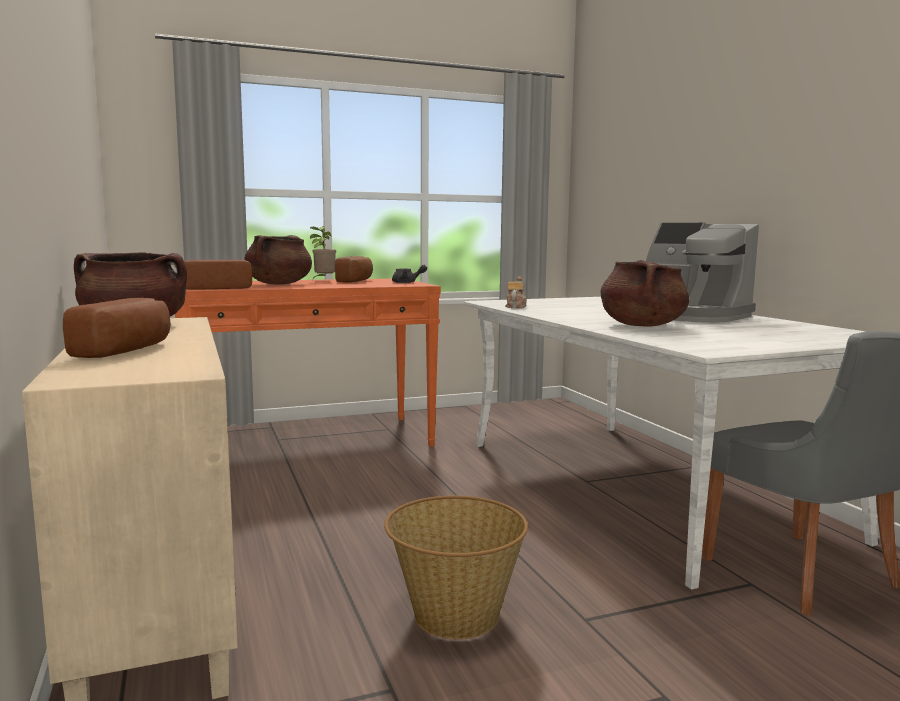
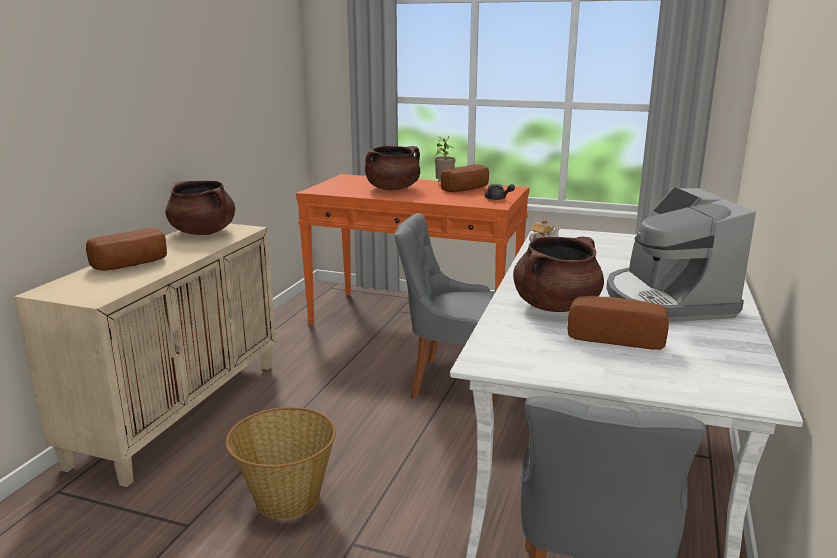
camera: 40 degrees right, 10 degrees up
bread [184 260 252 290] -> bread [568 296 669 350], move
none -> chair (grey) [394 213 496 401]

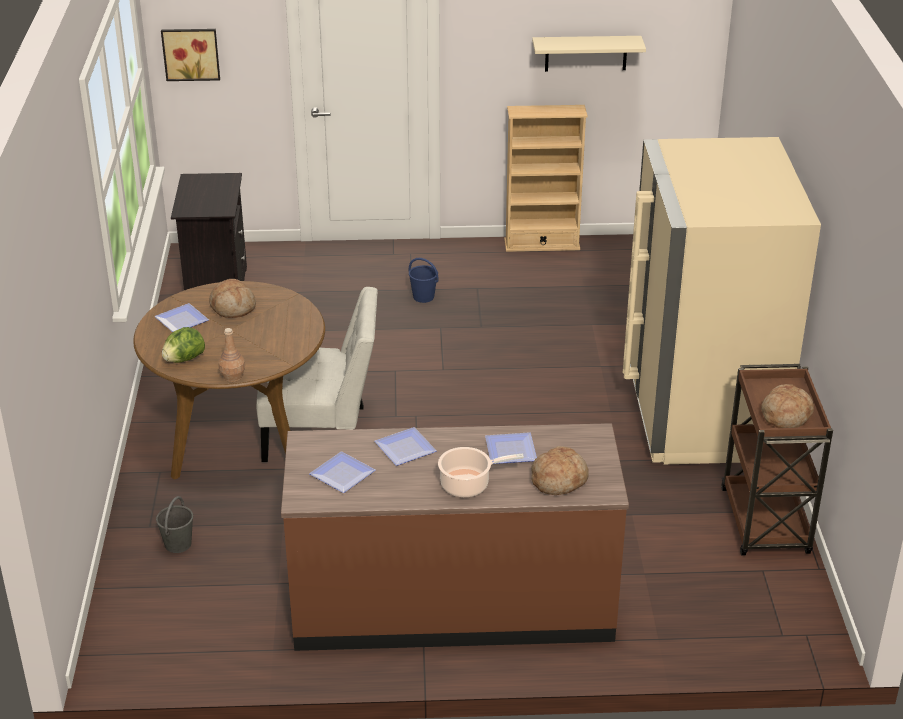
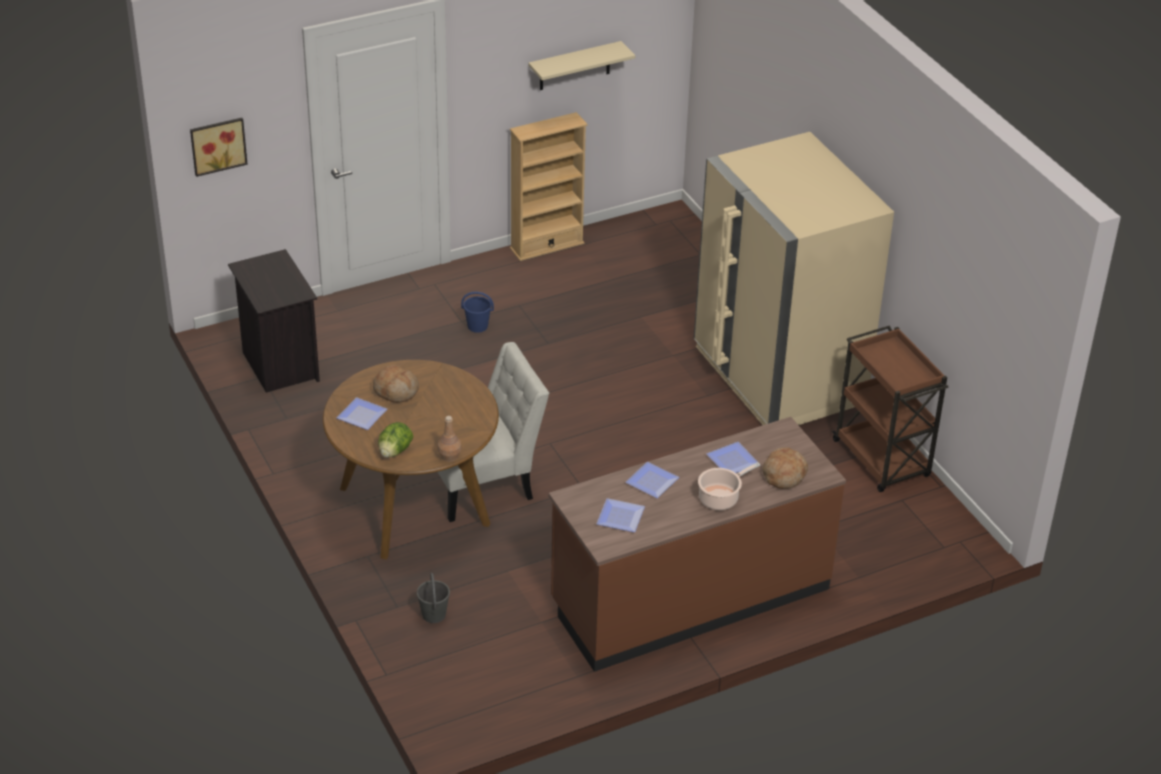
camera: 25 degrees left, 5 degrees up
bread [761 384 814 428] -> none

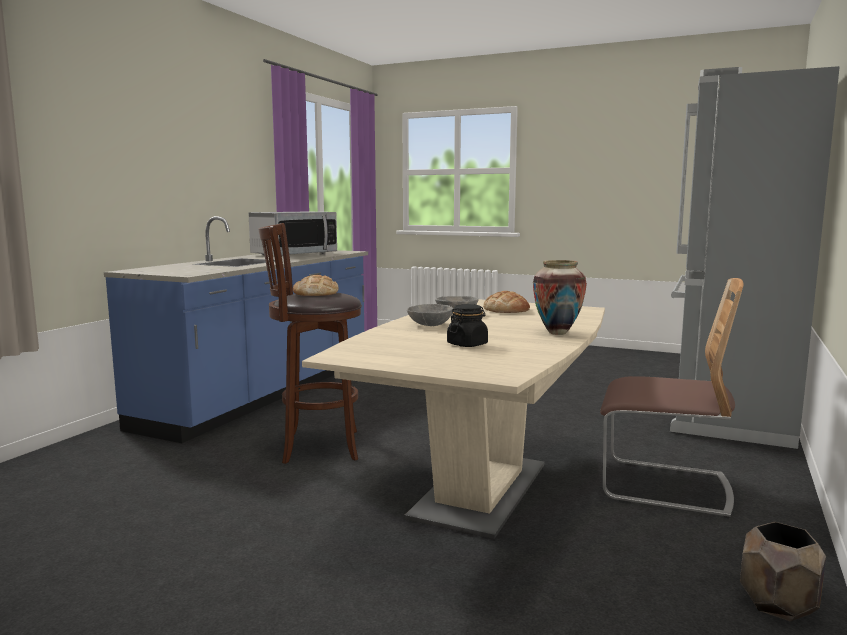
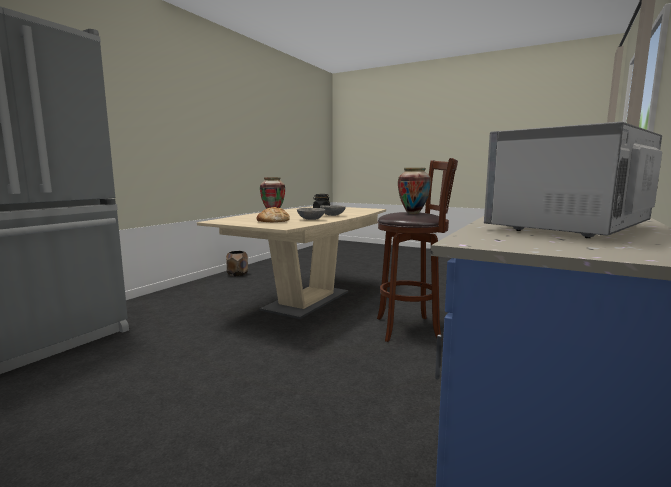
camera: 175 degrees left, 0 degrees up
bread [293 275 339 296] -> vase [398 168 431 214]
chair [600 278 744 518] -> none

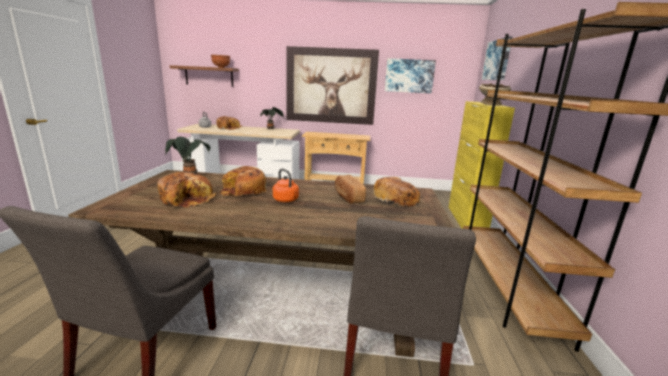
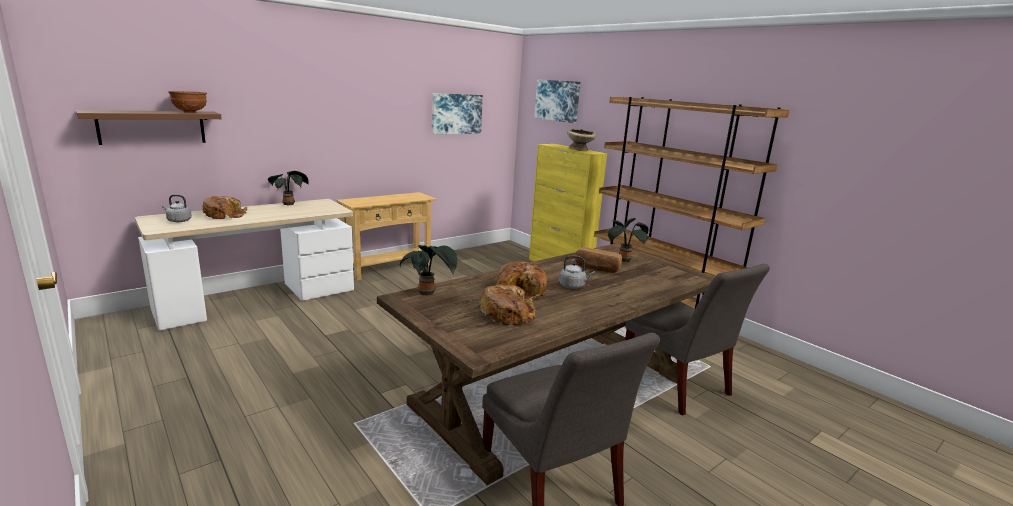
camera: 45 degrees left, 0 degrees up
kettle (orange) [273 168 299 202] -> kettle (grey) [559 255 595 289]
picture [286 46 379 125] -> none
bread [373 177 420 207] -> potted plant [608 218 649 262]

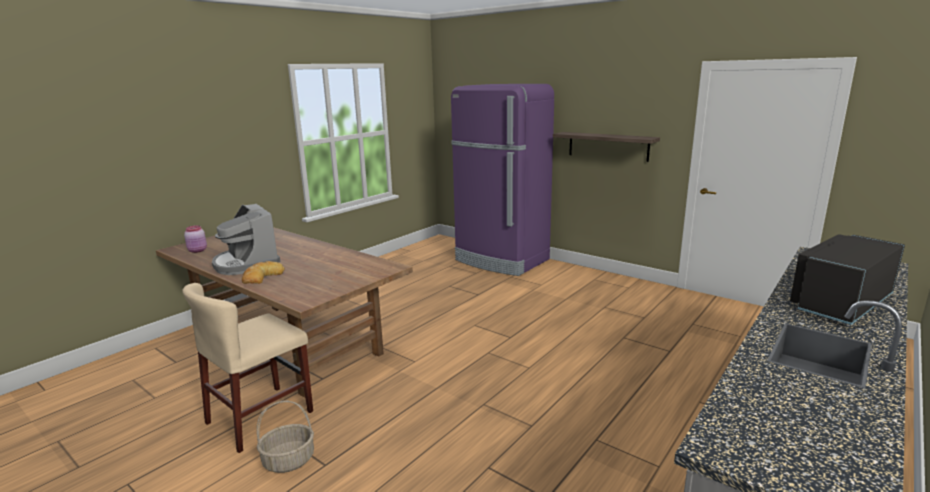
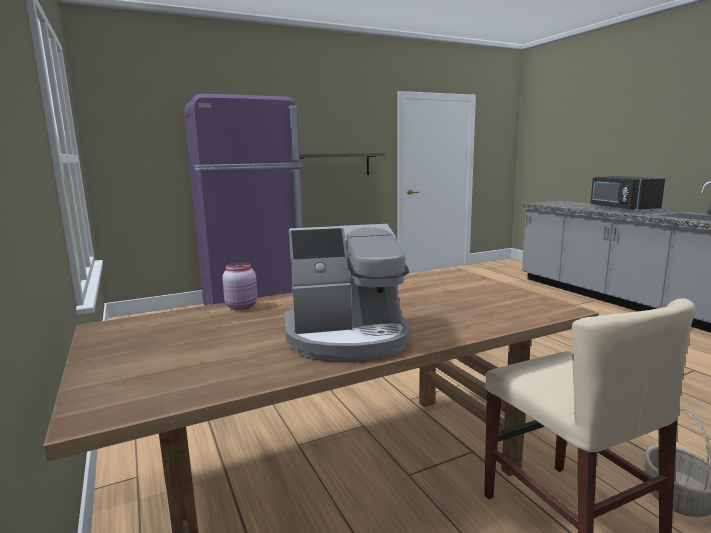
camera: 65 degrees left, 5 degrees down
jar (pink) [184 225 207 253] -> jar (pink) [222 262 257 310], move
bread [242 261 285 284] -> none

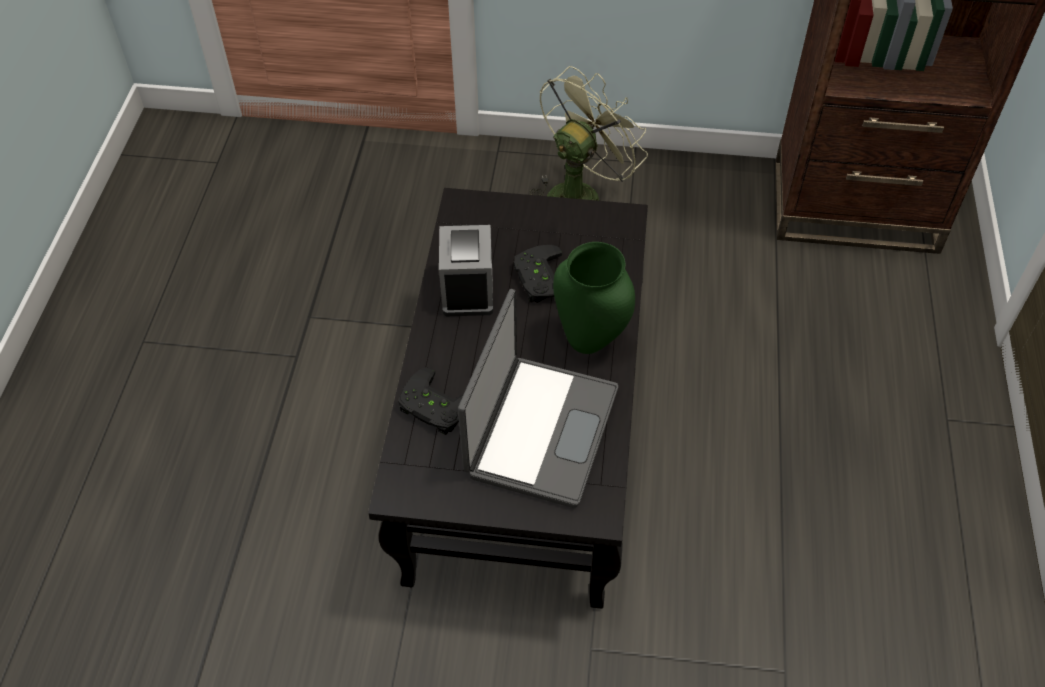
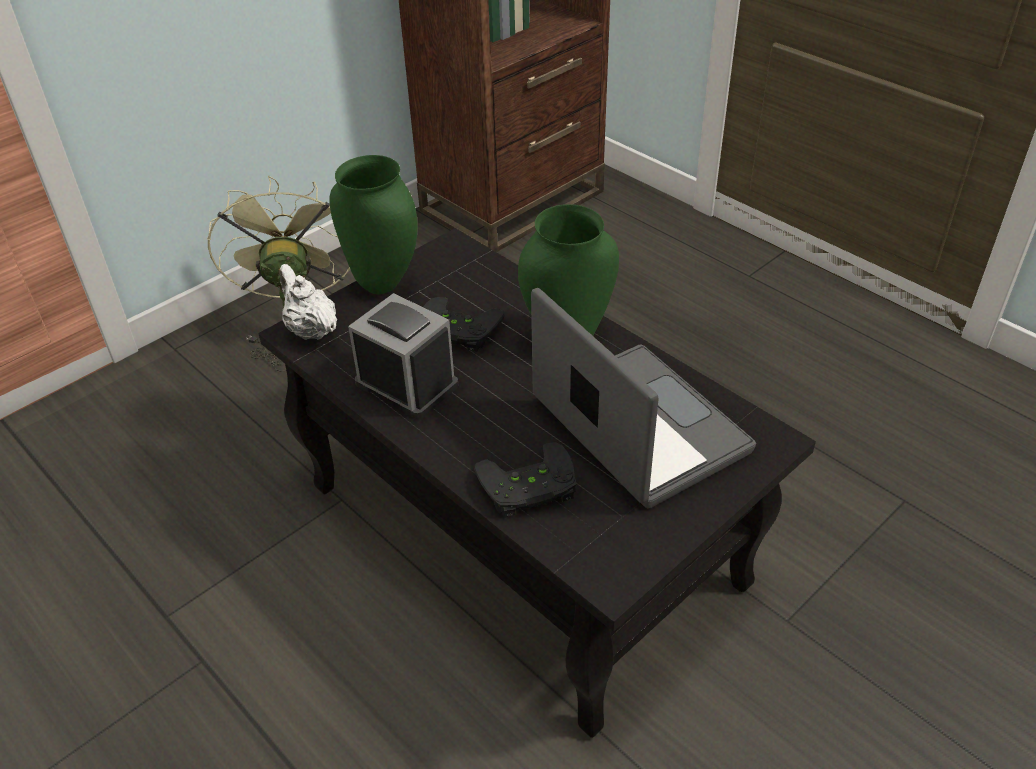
camera: 50 degrees left, 10 degrees down
none -> teapot (white) [279 264 337 340]
none -> vase (green) [329 155 418 294]

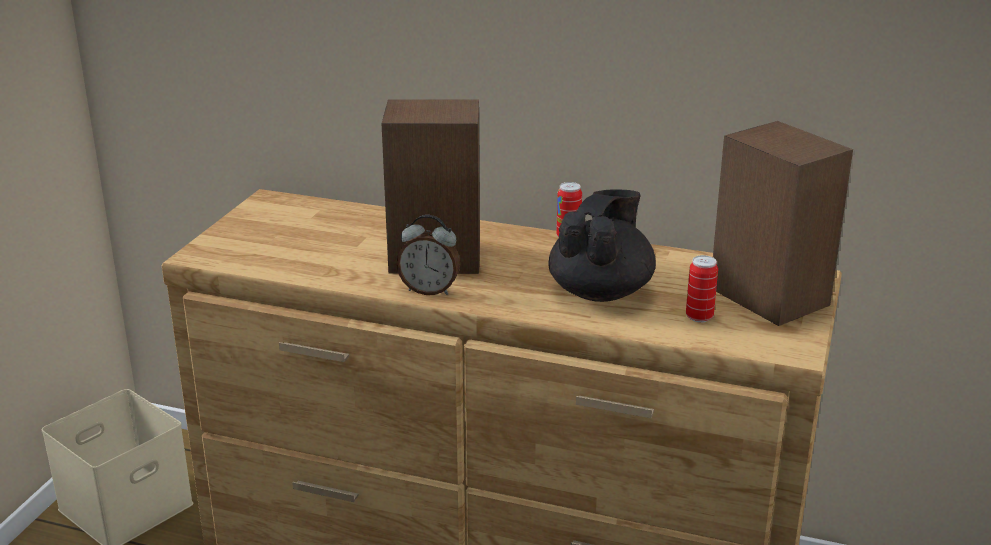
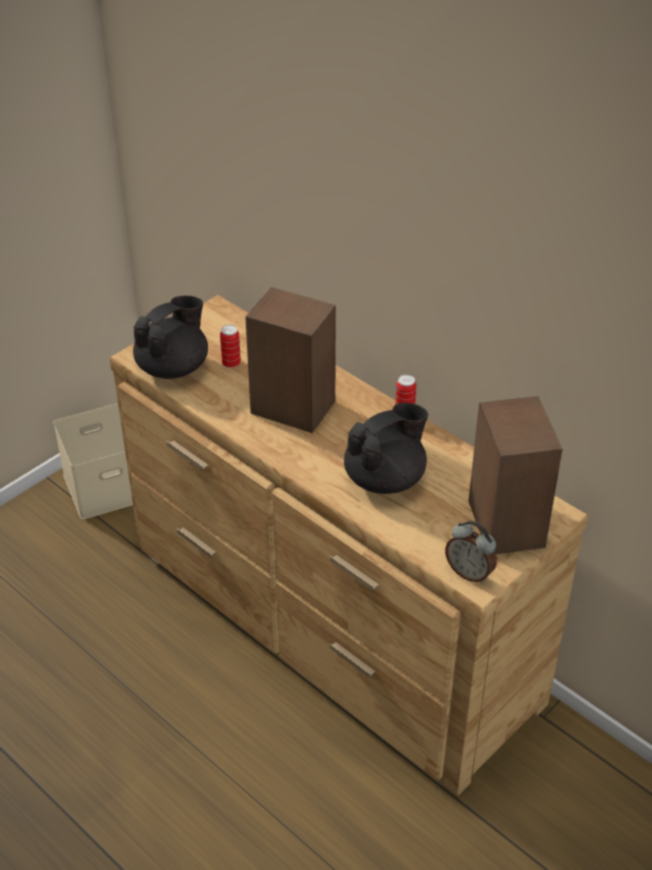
camera: 25 degrees right, 15 degrees up
alarm clock [396 215 460 295] -> alarm clock [445 521 497 583], move
can [686 255 718 322] -> can [220 325 241 368], move
none -> teapot (black) [133 296 208 379]

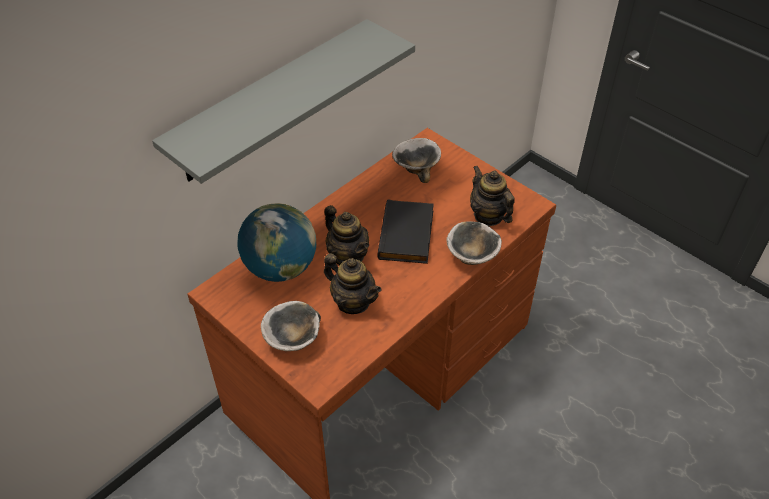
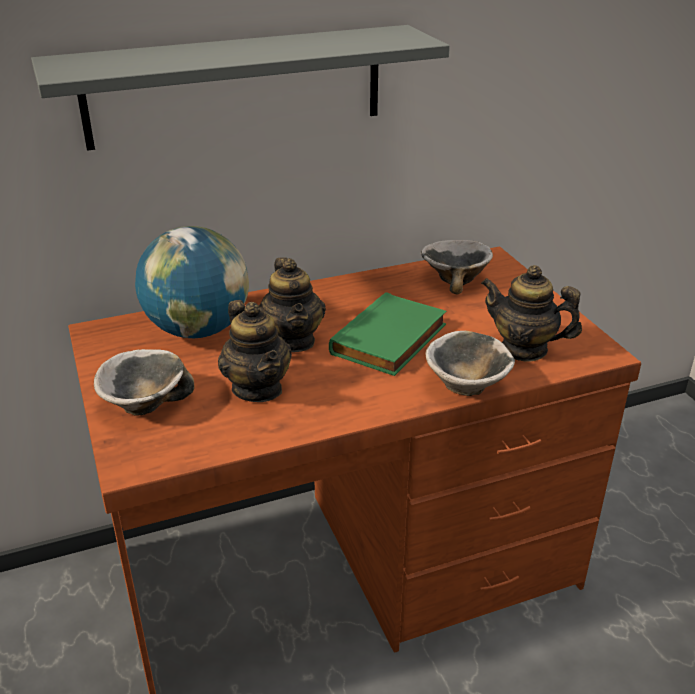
camera: 25 degrees right, 15 degrees down
book (black) [377 199 434 264] -> book (green) [329 292 446 376]
teapot [470 166 515 226] -> teapot [481 265 582 362], 60 degrees counterclockwise

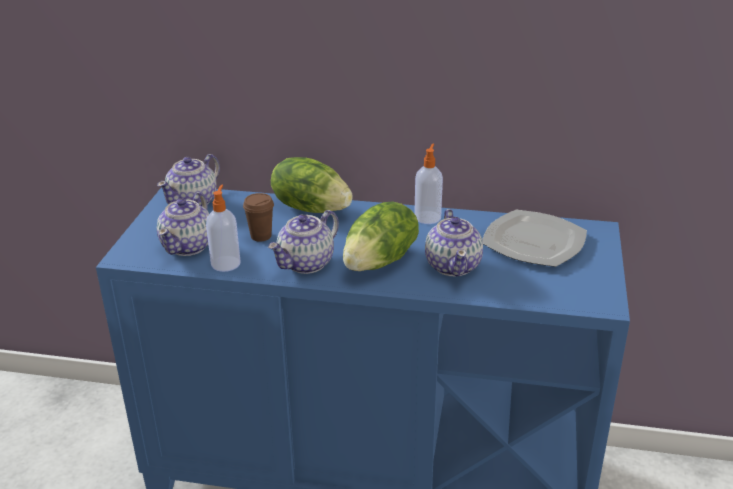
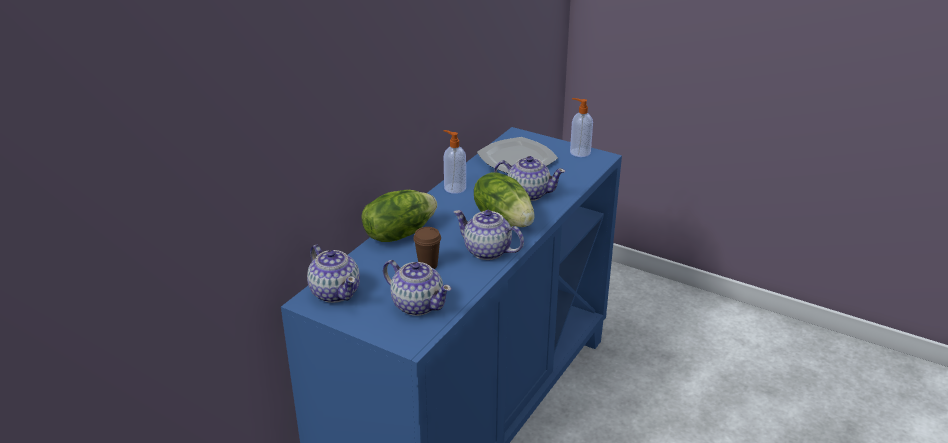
camera: 70 degrees left, 0 degrees up
soap dispenser [206 185 240 272] -> soap dispenser [570 98 593 157], move
teapot [268 210 339 274] -> teapot [454 210 524 260], 150 degrees clockwise

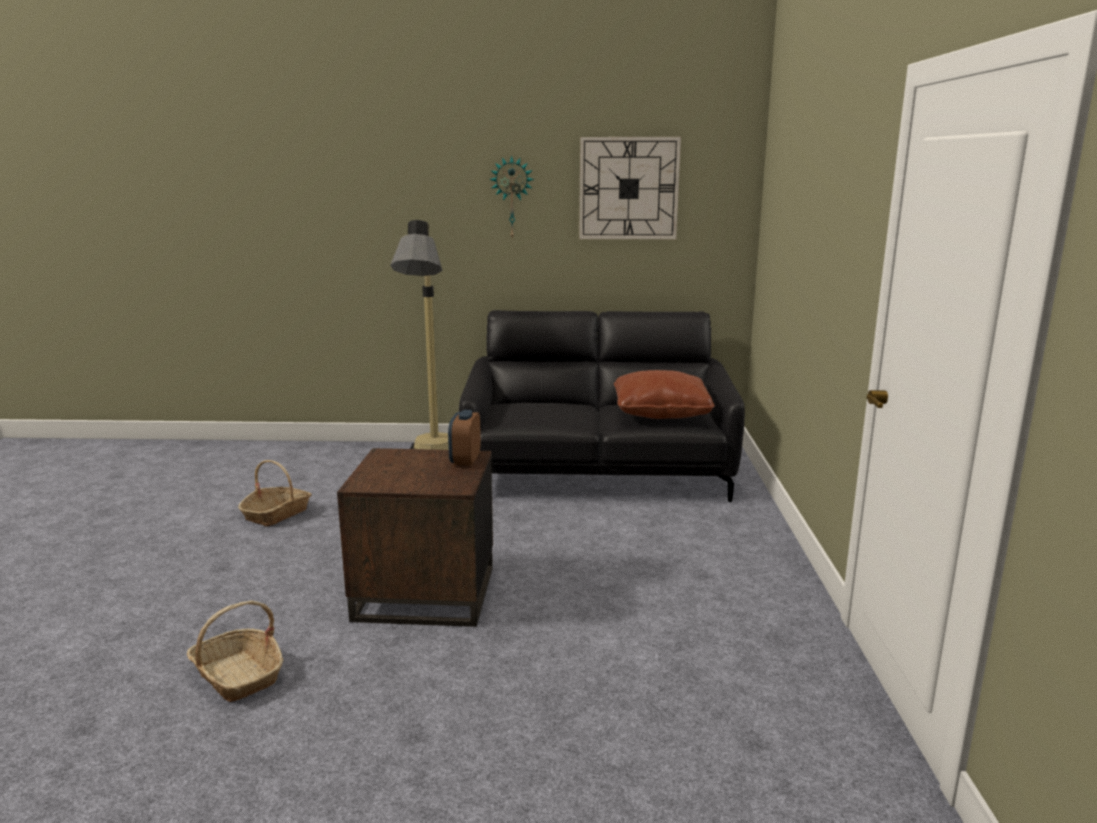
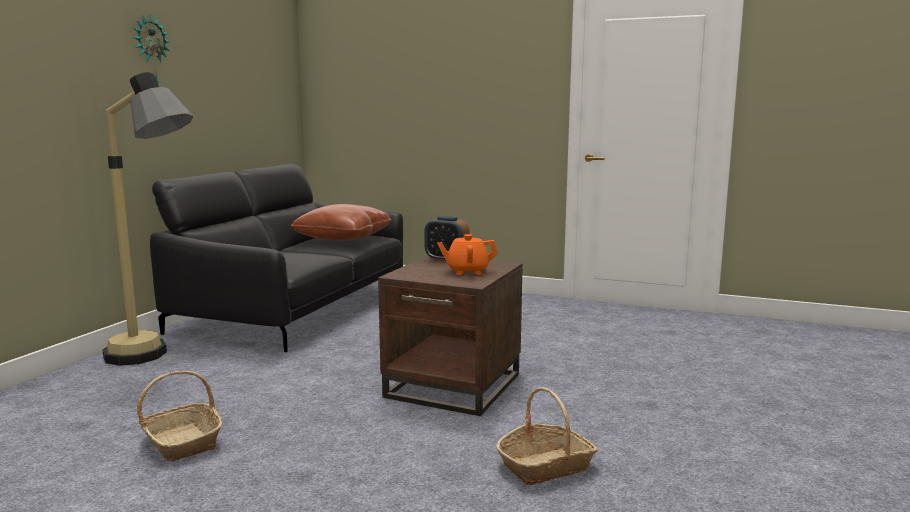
camera: 70 degrees left, 5 degrees down
wall clock [579 137 681 239] -> none
none -> teapot (orange) [437 234 498 275]

